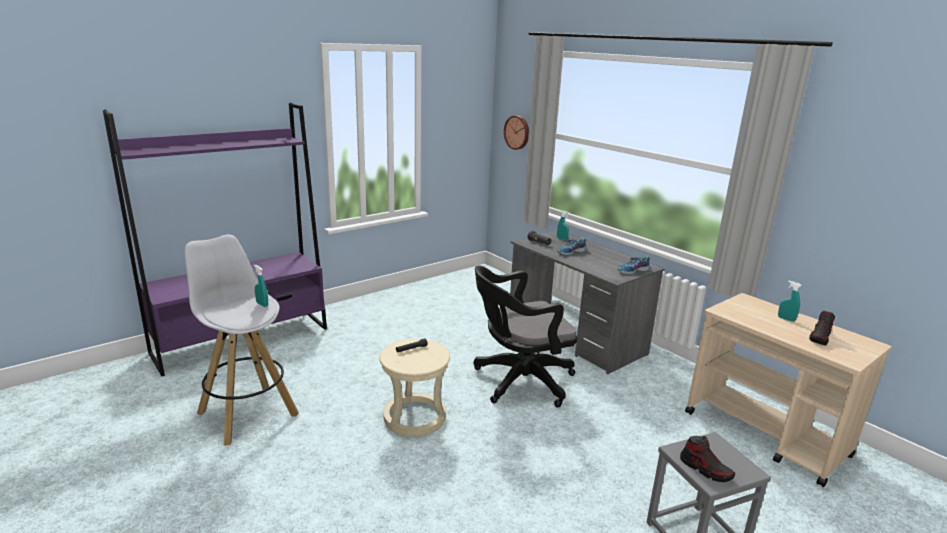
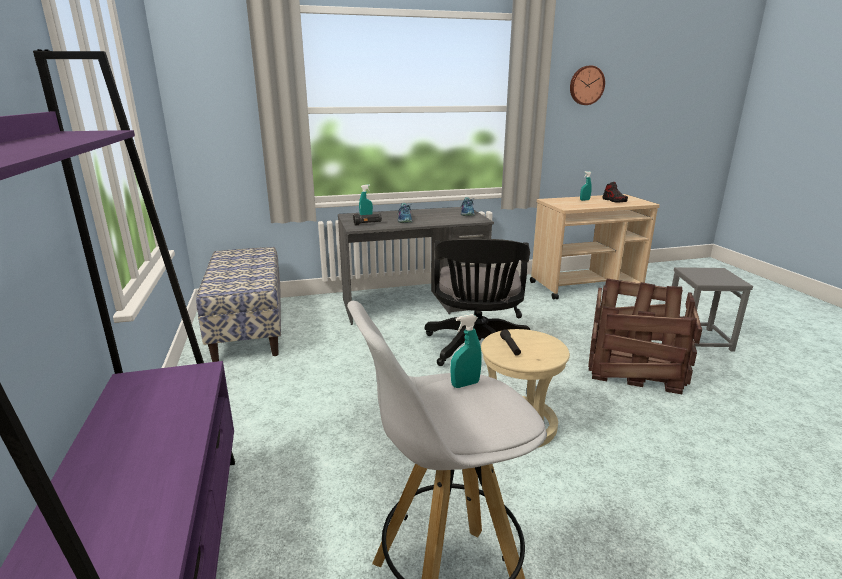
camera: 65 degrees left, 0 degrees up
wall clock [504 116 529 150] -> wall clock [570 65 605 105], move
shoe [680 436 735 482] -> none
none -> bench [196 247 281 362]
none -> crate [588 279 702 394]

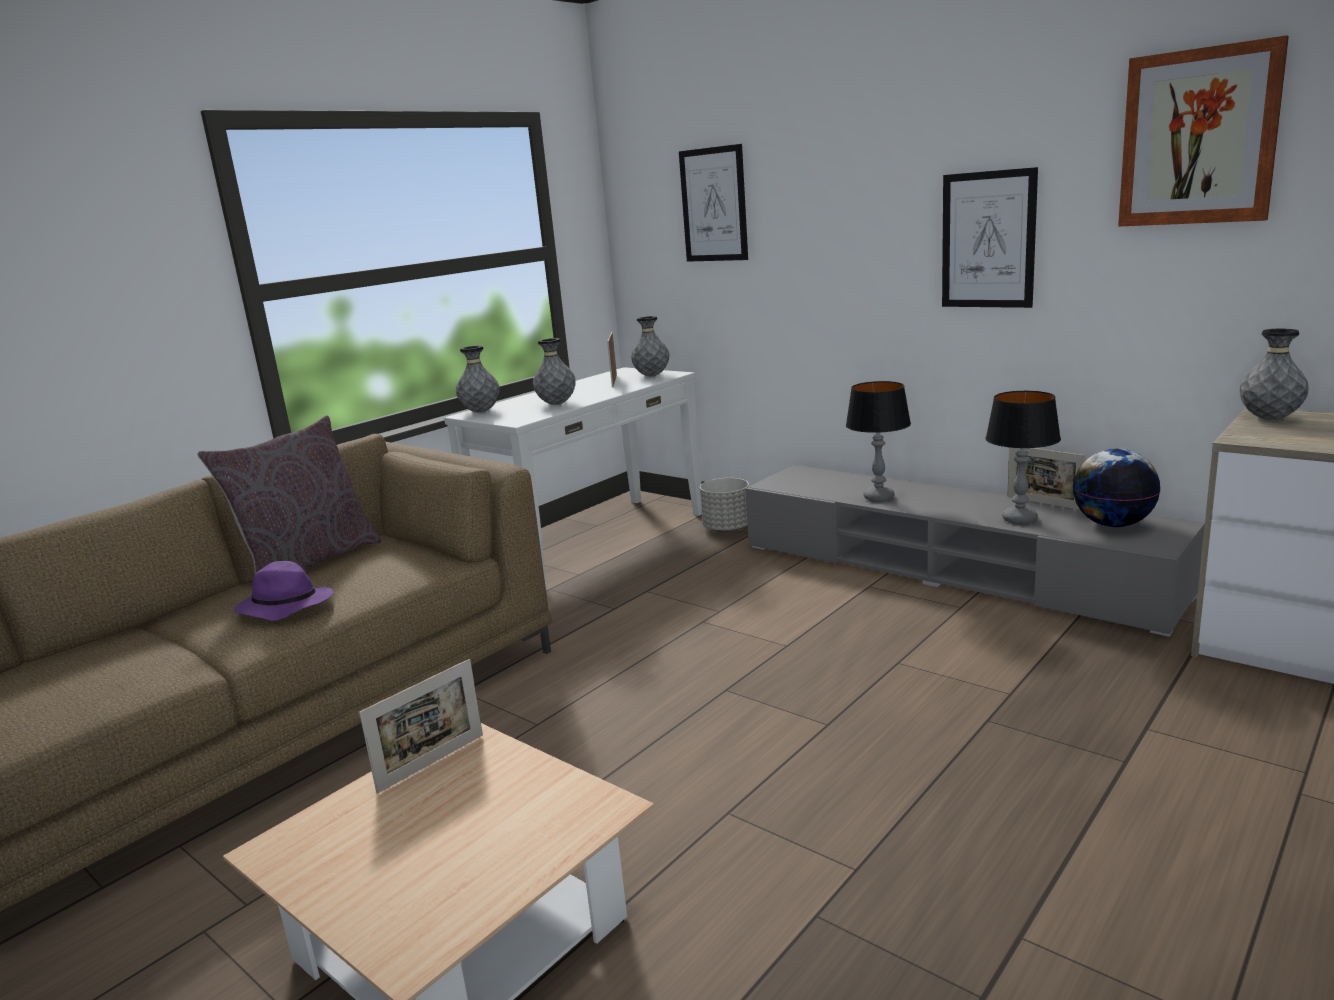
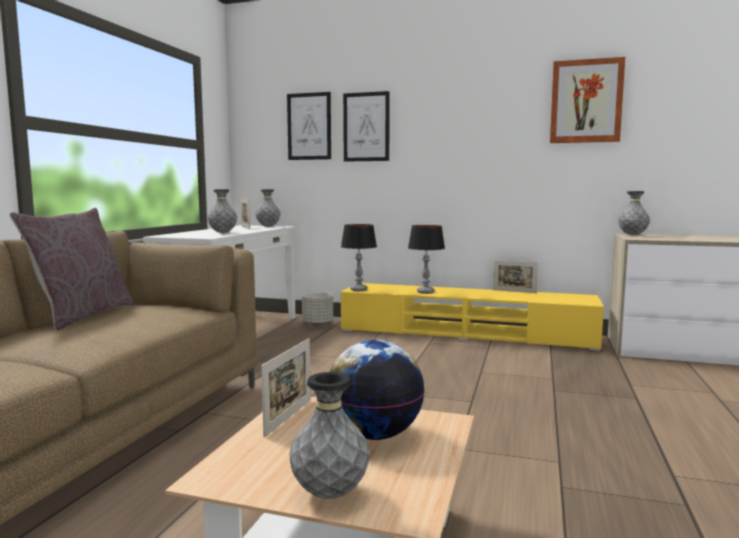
camera: 25 degrees left, 10 degrees down
hat (purple) [234 561 334 621] -> none
vase (grey) [456 345 500 413] -> vase (grey) [289 372 370 499], move
tv stand (grey) [745 465 1205 637] -> tv stand (yellow) [341 283 604 351]
picture [942 167 1038 308] -> picture [343 91 390 162], move
table lamp [986 391 1061 524] -> table lamp [341 224 377 291], move
globe [1073 449 1161 527] -> globe [330 340 425 440], move

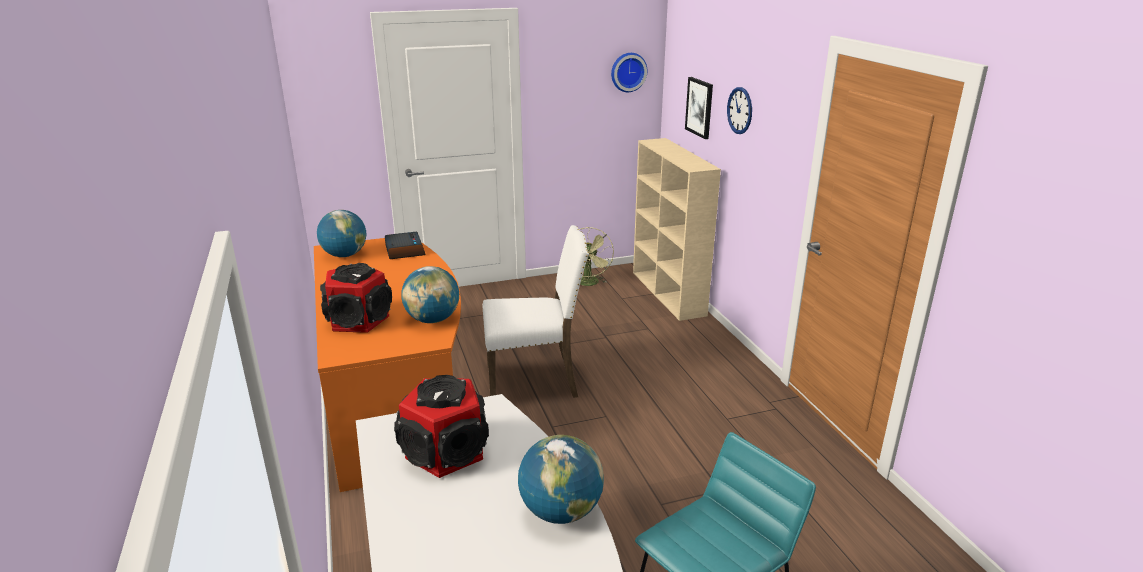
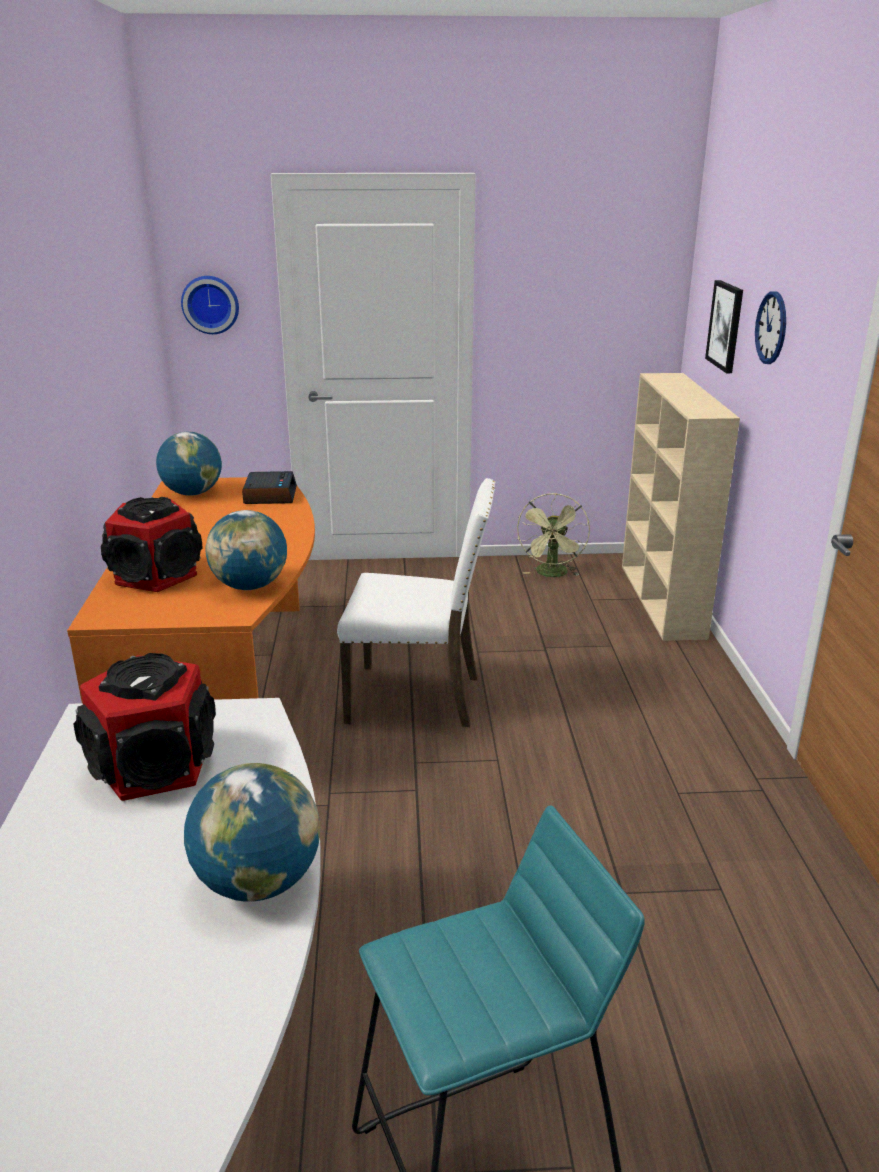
camera: 15 degrees right, 0 degrees up
wall clock [611 53 647 92] -> wall clock [181 276 239 334], move

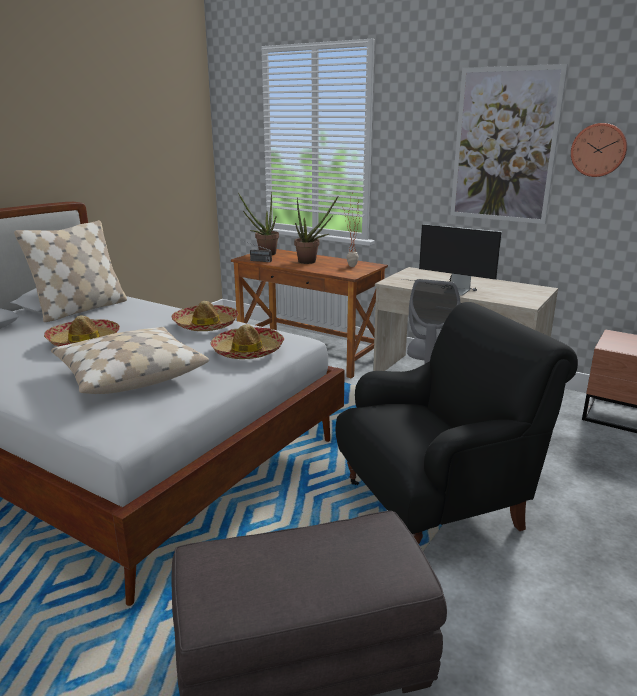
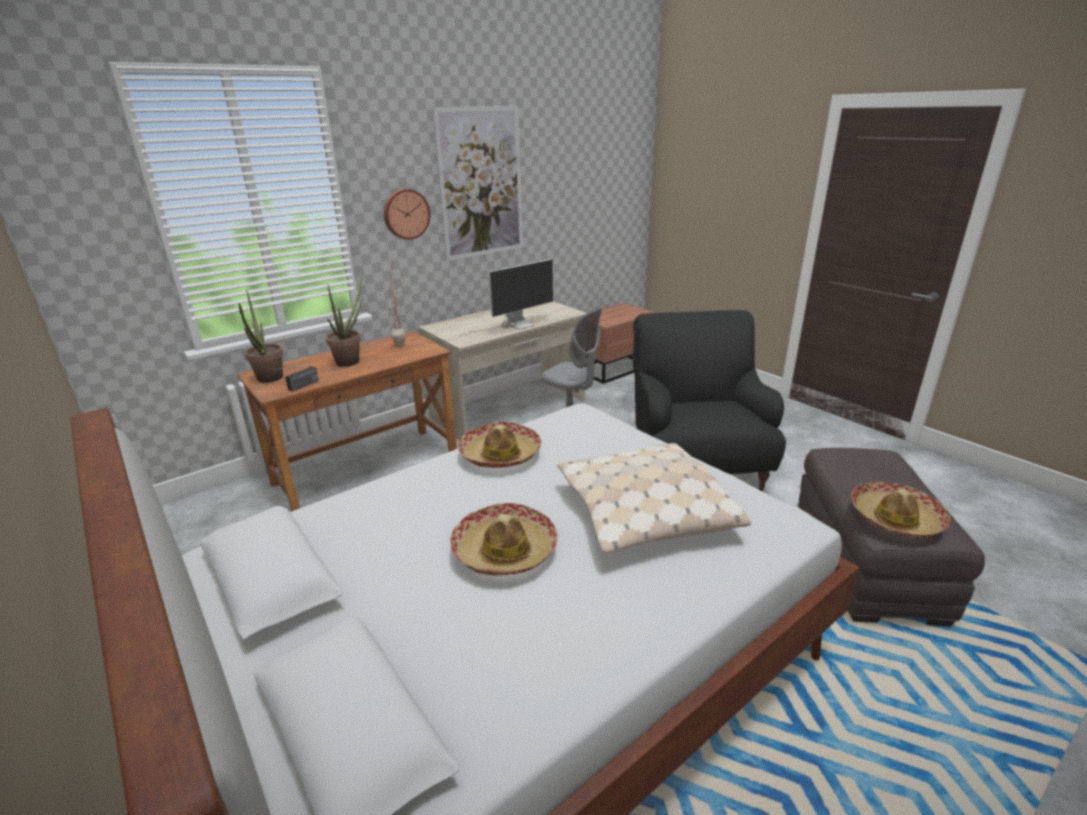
camera: 70 degrees left, 5 degrees up
pillow (beige) [14 220 127 322] -> none
hat [211 324 284 359] -> hat [851 482 951 538], move
wall clock [571 123 627 177] -> wall clock [384 189 430 240], move

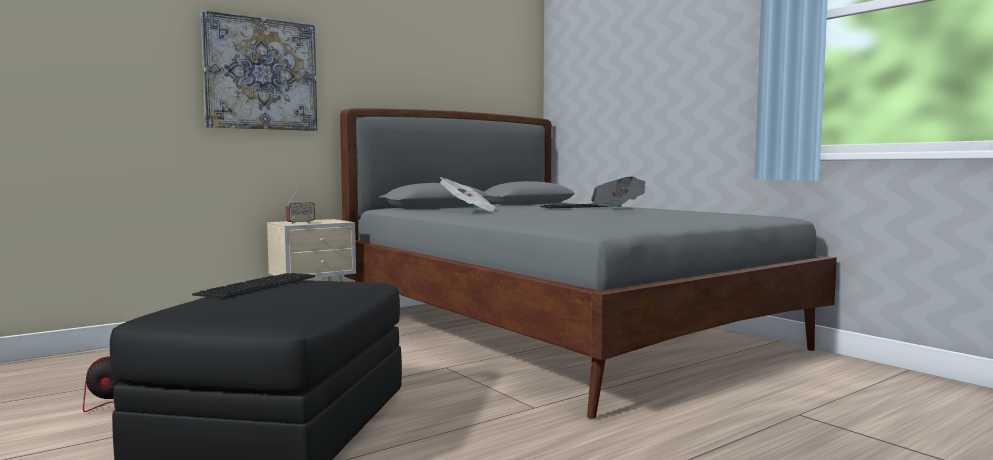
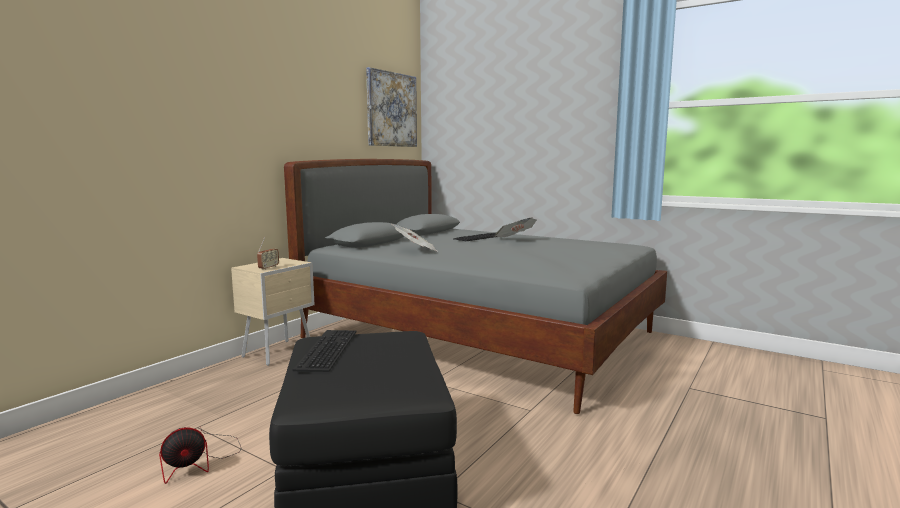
camera: 20 degrees left, 5 degrees up
picture [201 10 317 131] -> picture [366 67 417 147], move

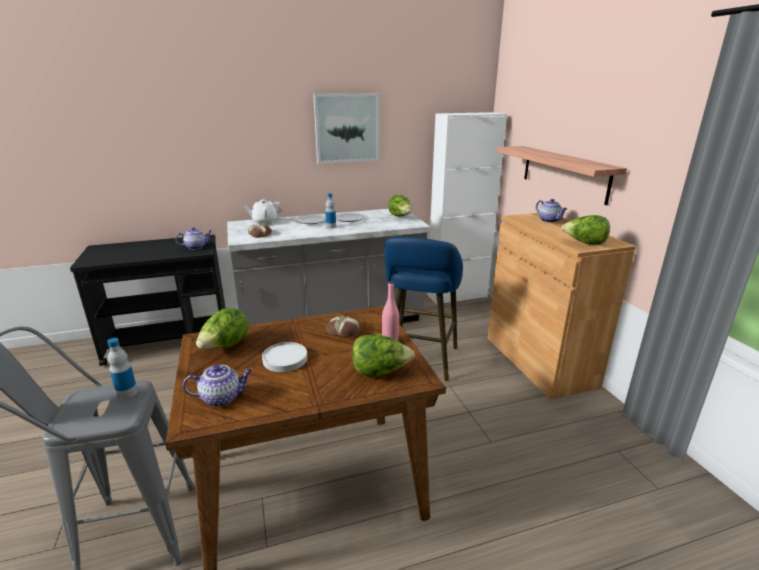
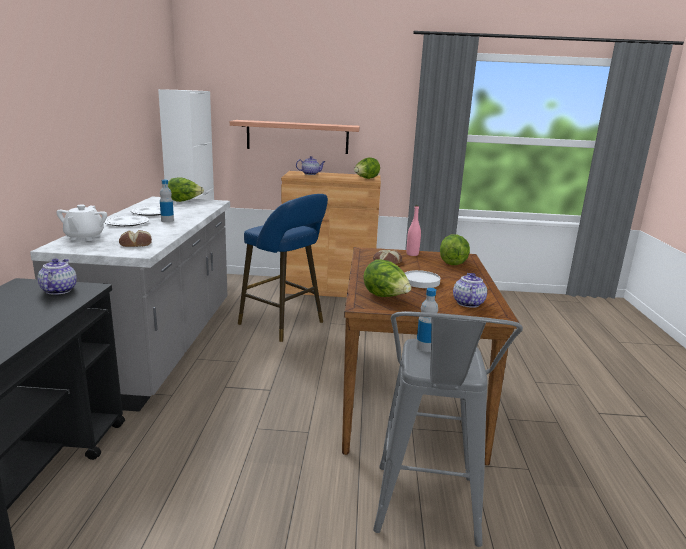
camera: 70 degrees left, 5 degrees down
picture [313 93 380 164] -> none

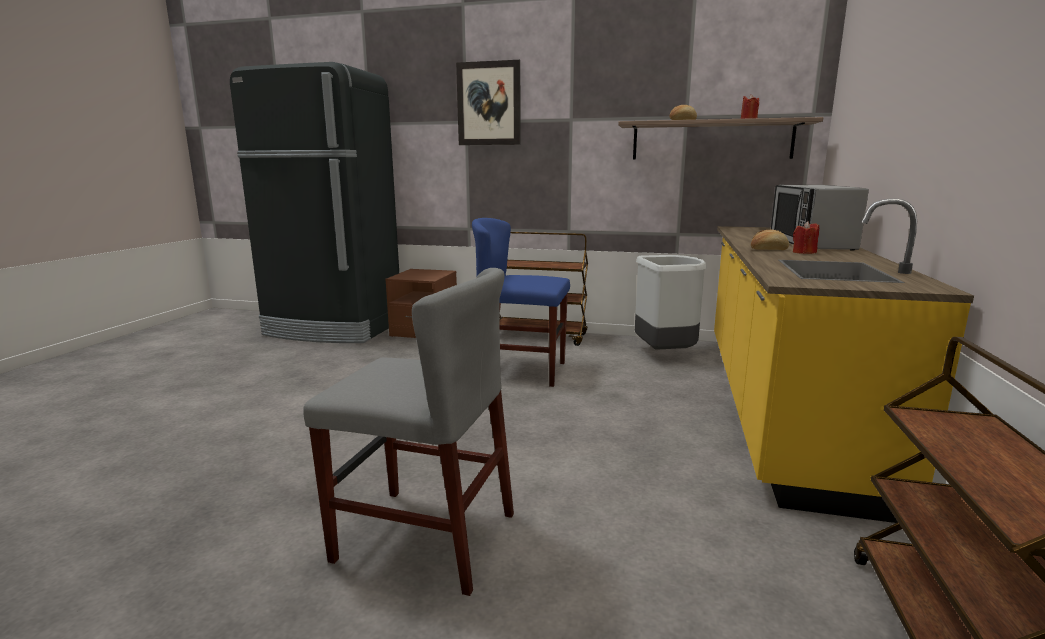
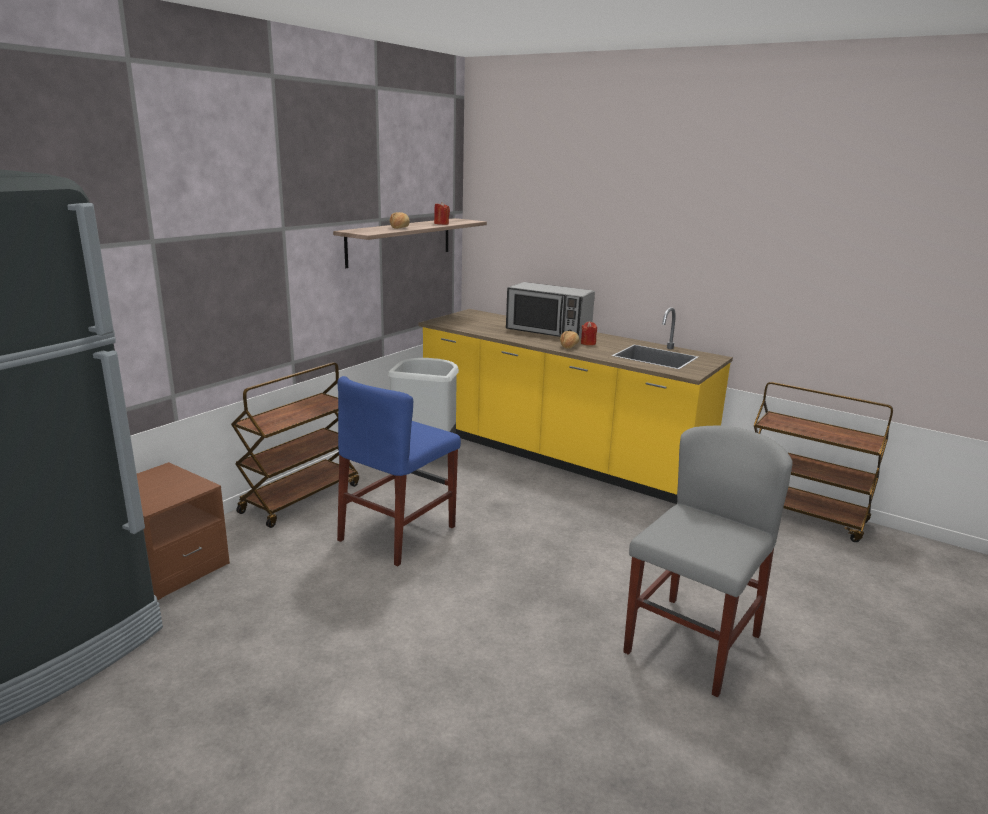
camera: 70 degrees left, 5 degrees up
picture [456 60 521 145] -> none

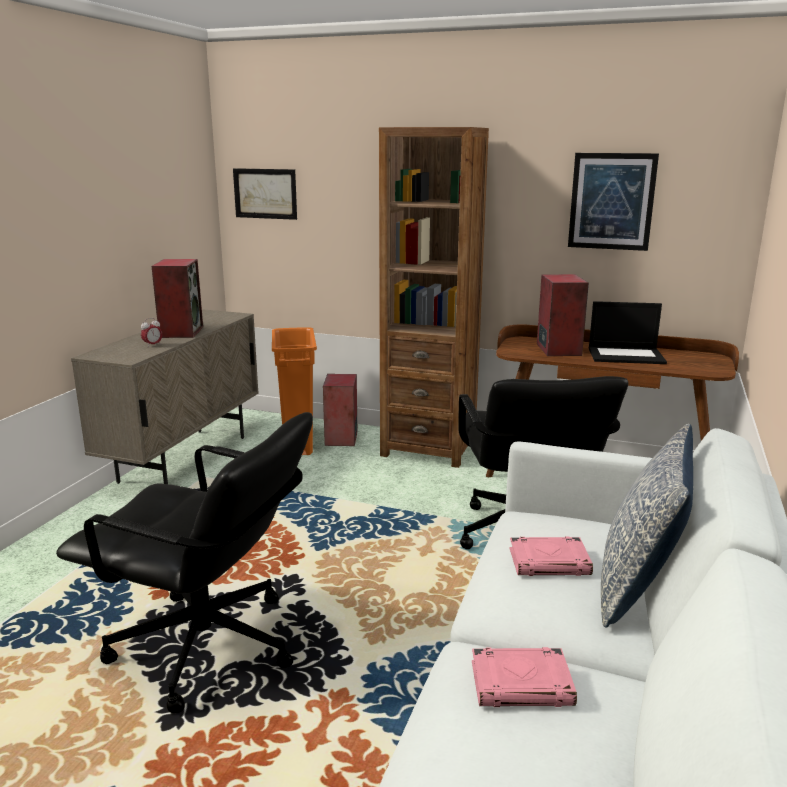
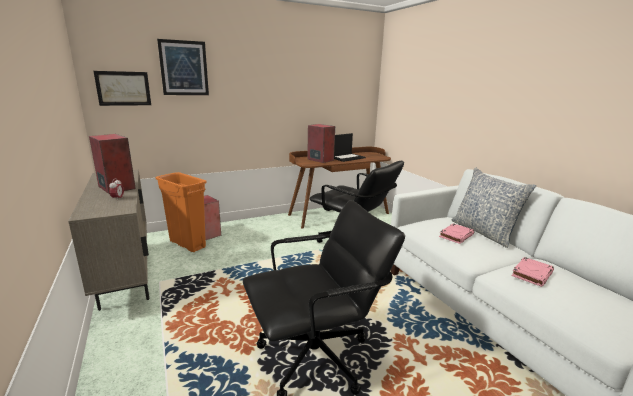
camera: 45 degrees left, 0 degrees up
bookcase (brown) [379 127 489 468] -> none
picture [568 153 659 251] -> picture [157 39 209 95], move

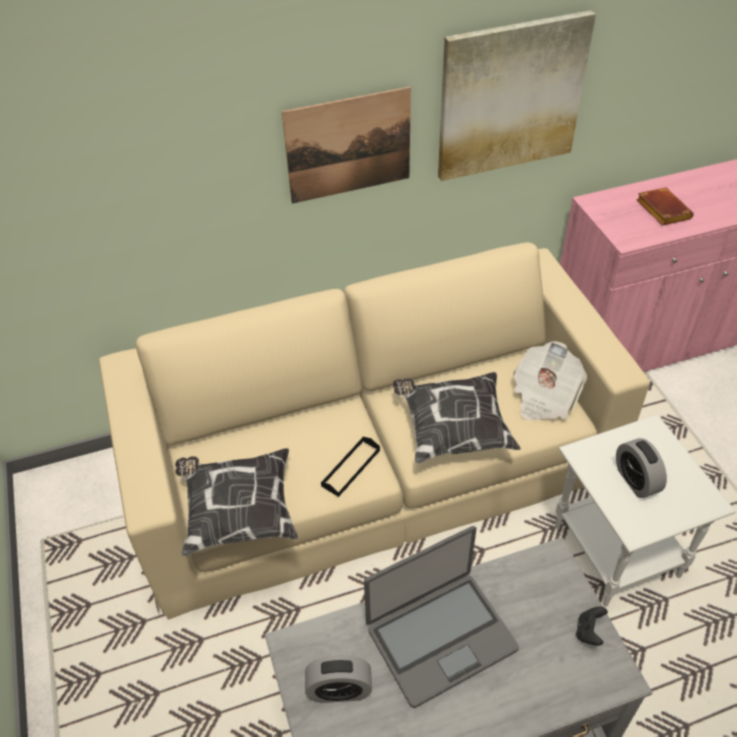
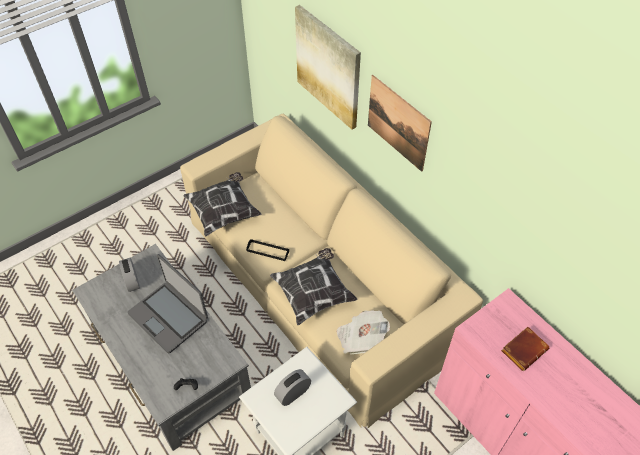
camera: 70 degrees right, 5 degrees up
picture [438 10 596 181] -> picture [295 5 361 130], move

